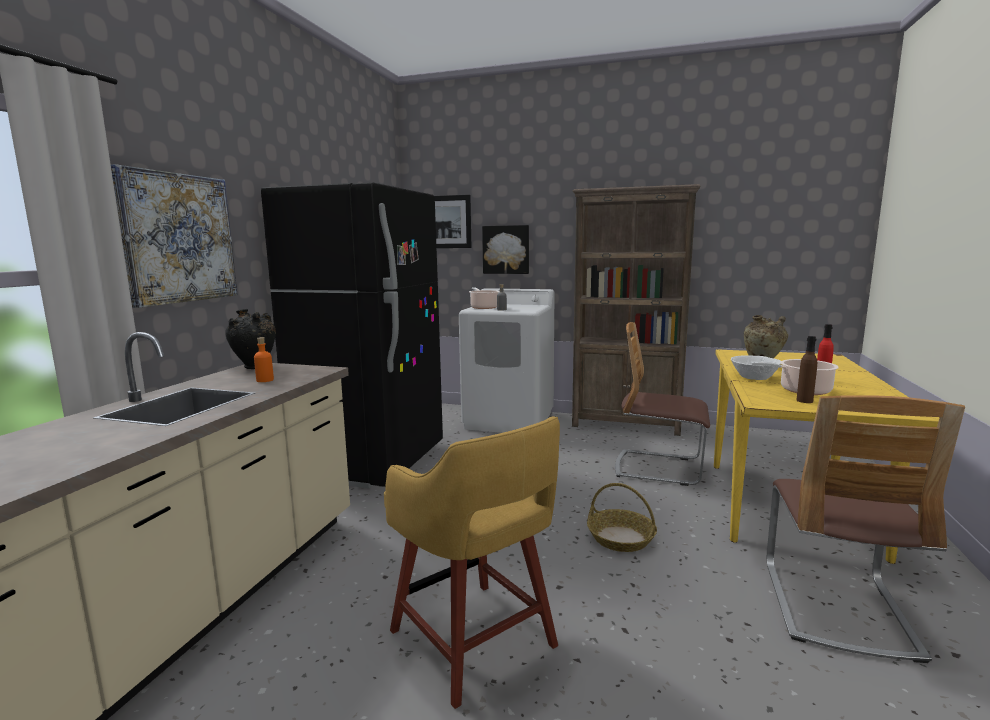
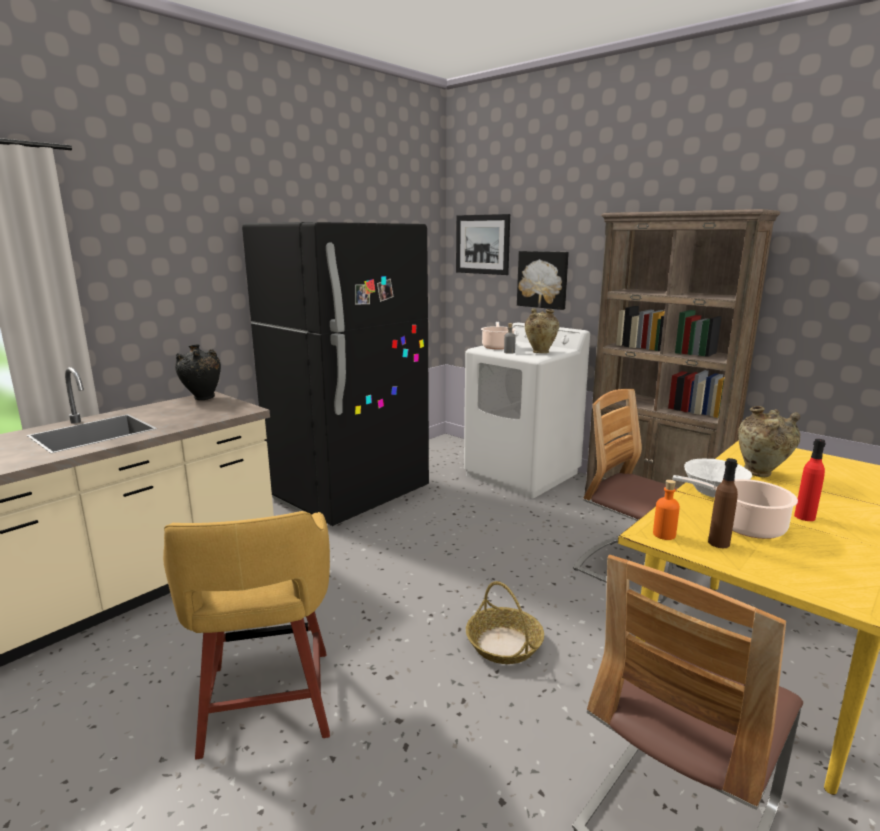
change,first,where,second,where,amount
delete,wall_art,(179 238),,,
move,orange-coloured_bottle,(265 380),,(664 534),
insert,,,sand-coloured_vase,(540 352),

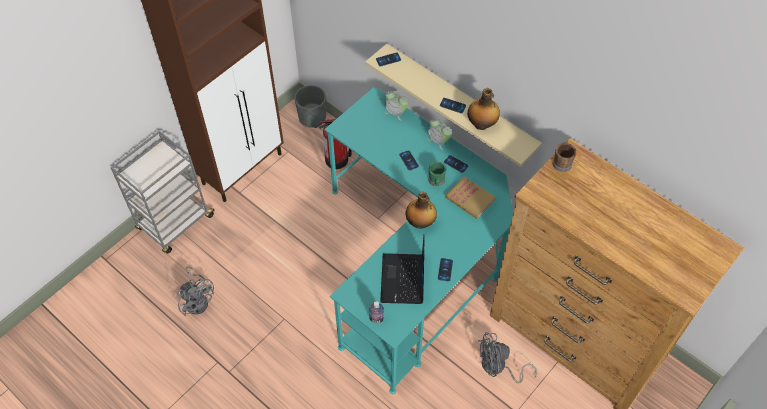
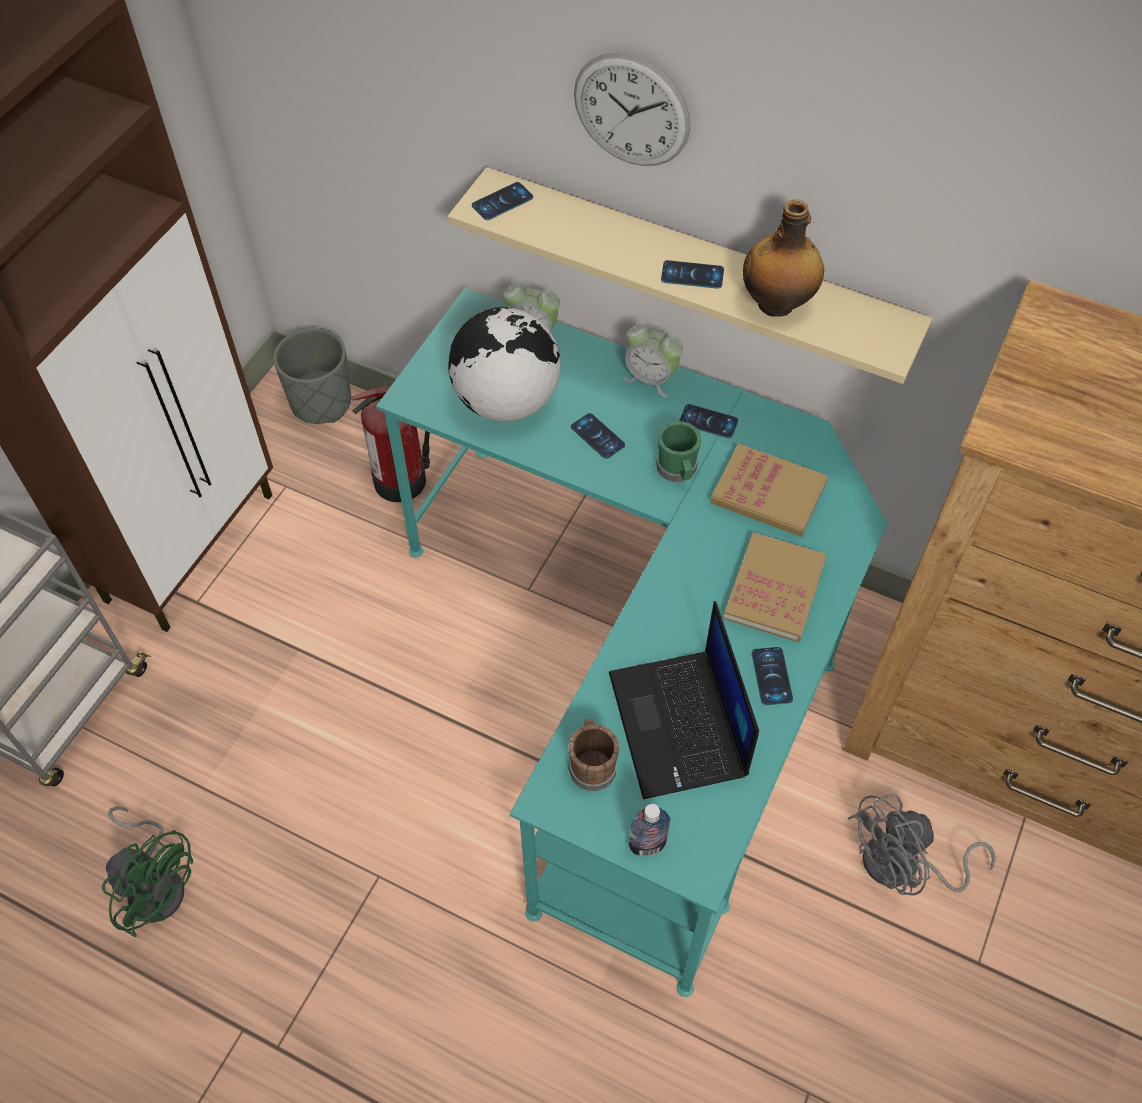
change,first,where,second,where,amount
move,brown_coffee_mug,(562 162),,(592 764),
delete,bottle,(420 223),,,
recolor,gray_cooling_fan,(198 300),green-coloured_cooling_fan,(157 883),
insert,,,wall_clock,(631 110),
insert,,,world_globe,(506 401),
insert,,,volume,(774 589),

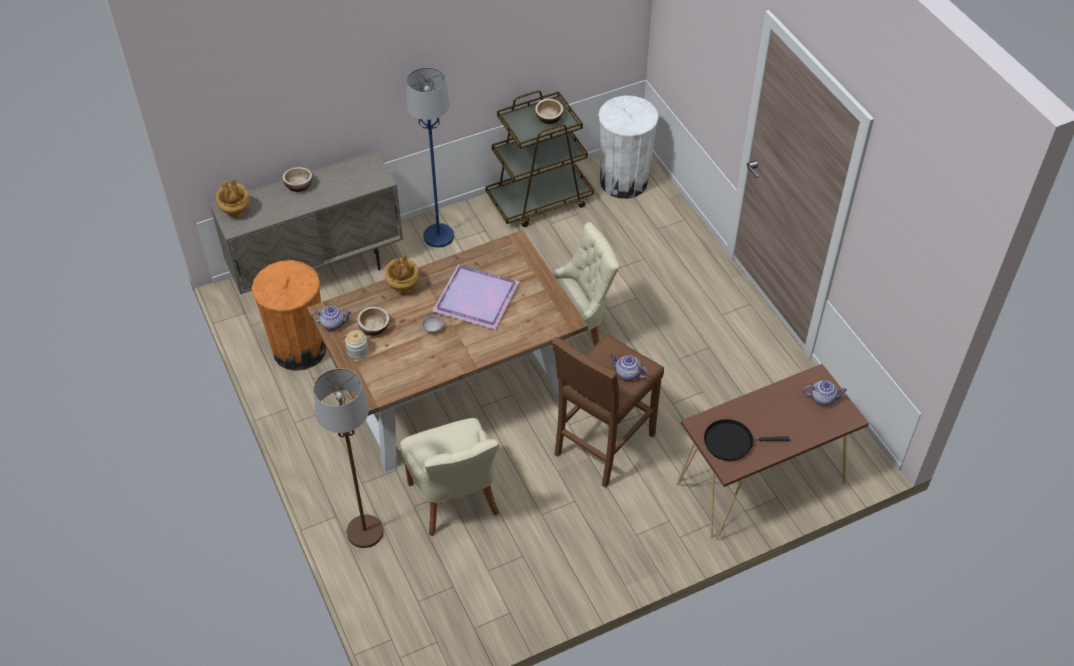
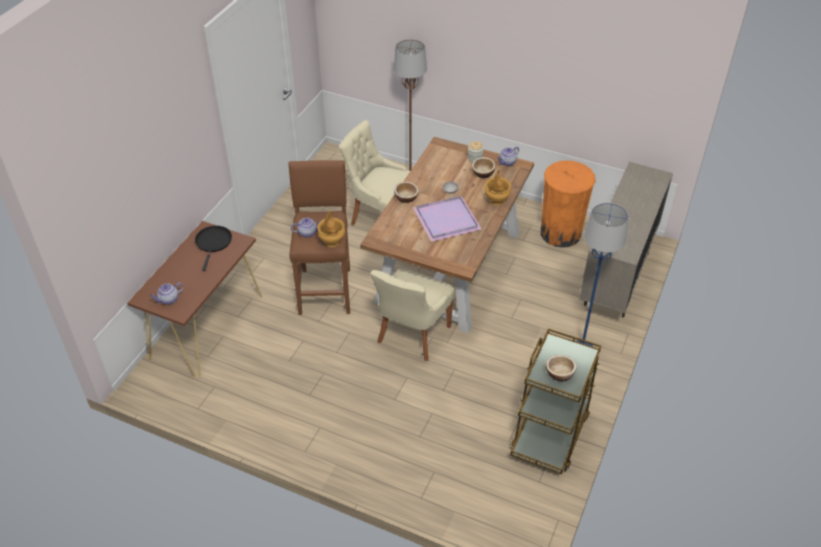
change,first,where,second,where,amount
delete,white-coloured_trash_can,(623 181),,,
move,deep_dish,(299 185),,(406 198),
move,brown_vase,(236 212),,(332 242),
rotate,black-coloured_frying_pan,(732 442),,(213 243),45 degrees counterclockwise

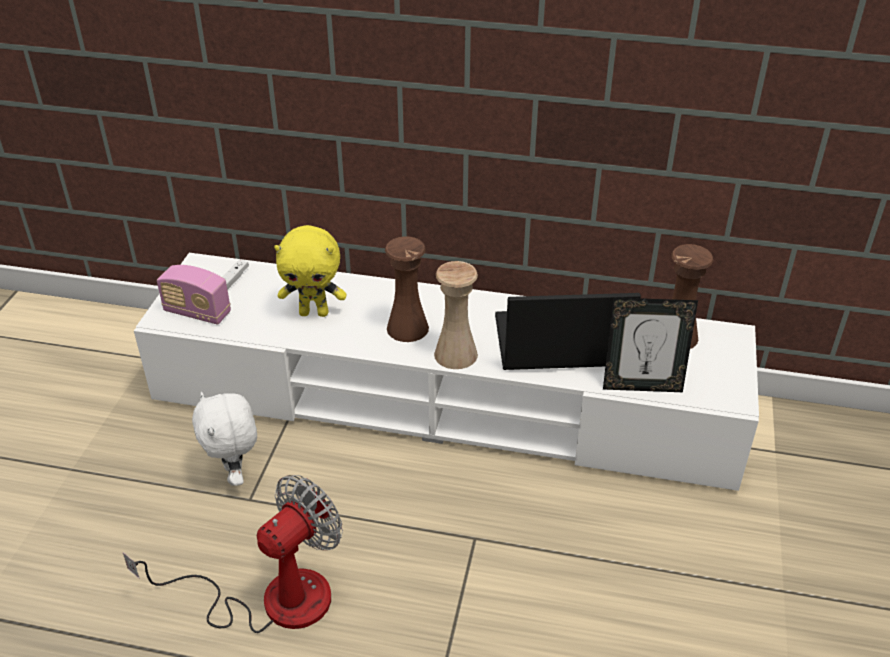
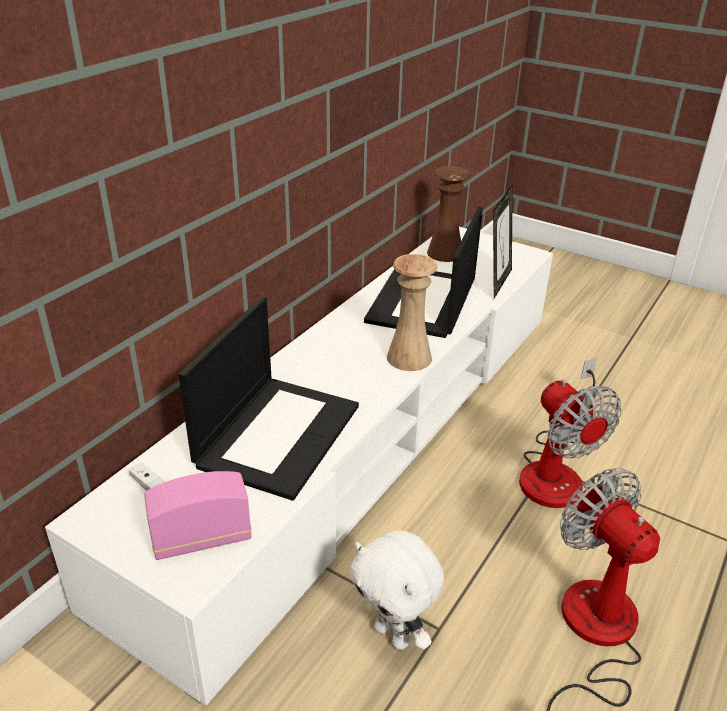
change,first,where,second,where,amount
replace,yellow_soft_toy,(314 312),notebook_computer,(278 434),
delete,brown_vase,(407 328),,,
rotate,radio,(197 312),,(202 538),150 degrees counterclockwise
rotate,white-coloured_soft_toy,(236 475),,(393 635),45 degrees clockwise
insert,,,cooling_fan,(557 470),

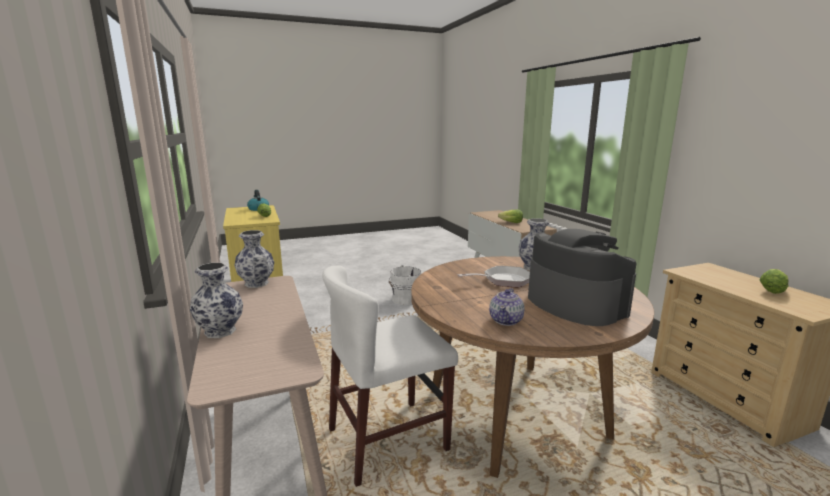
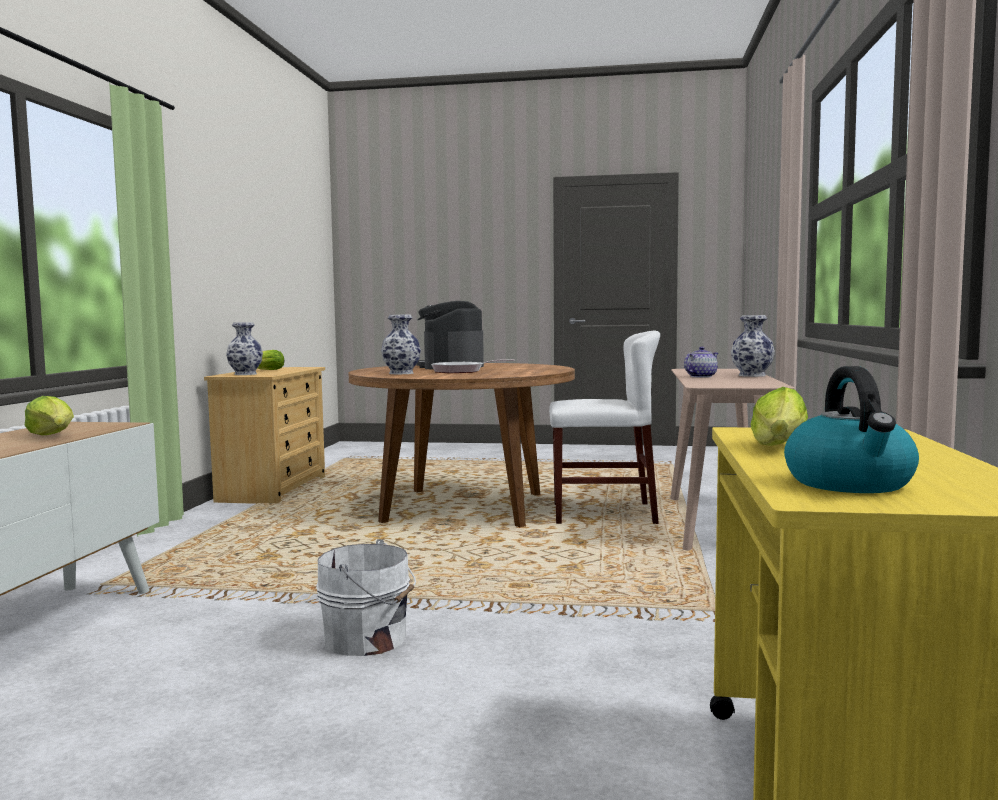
change,first,where,second,where,amount
move,vase,(257 283),,(245 374),
move,tea_pot,(506 320),,(700 376),

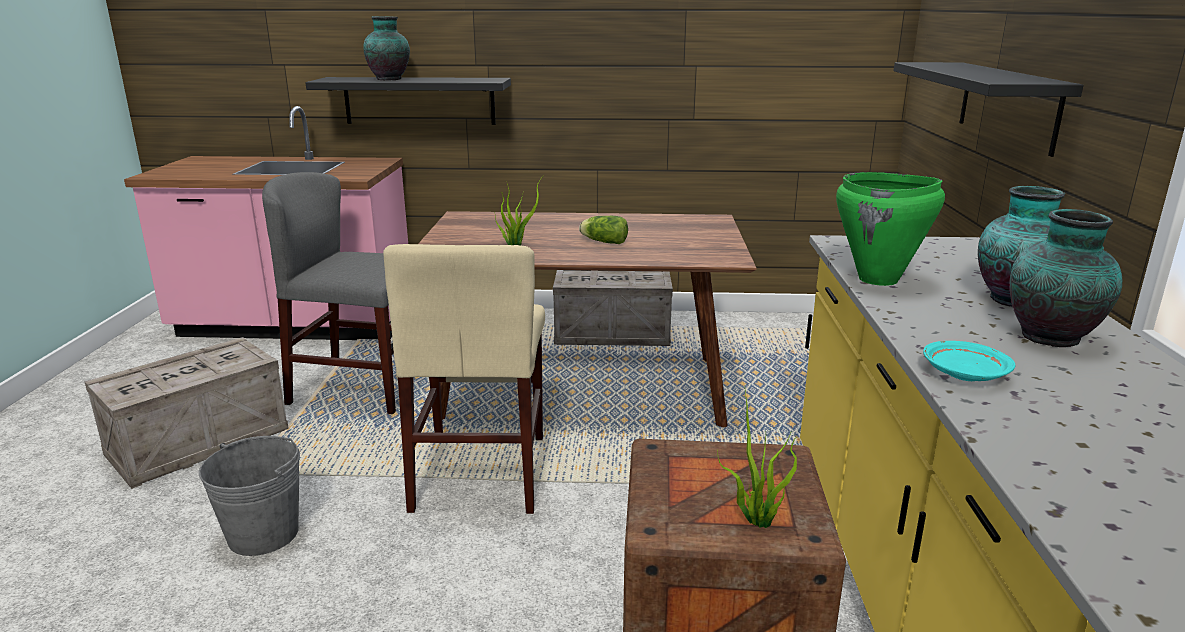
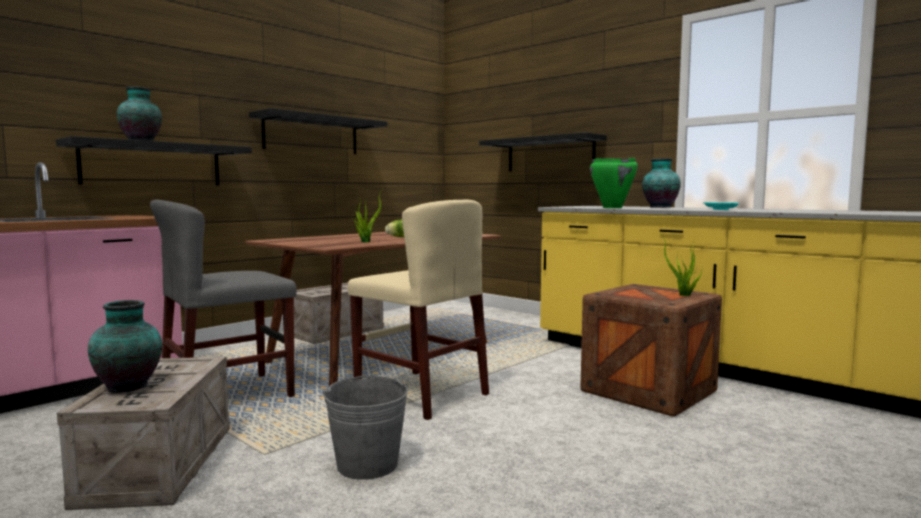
change,first,where,second,where,amount
move,vase,(1053 337),,(130 386),
insert,,,black-coloured_wall_shelf,(311 135),

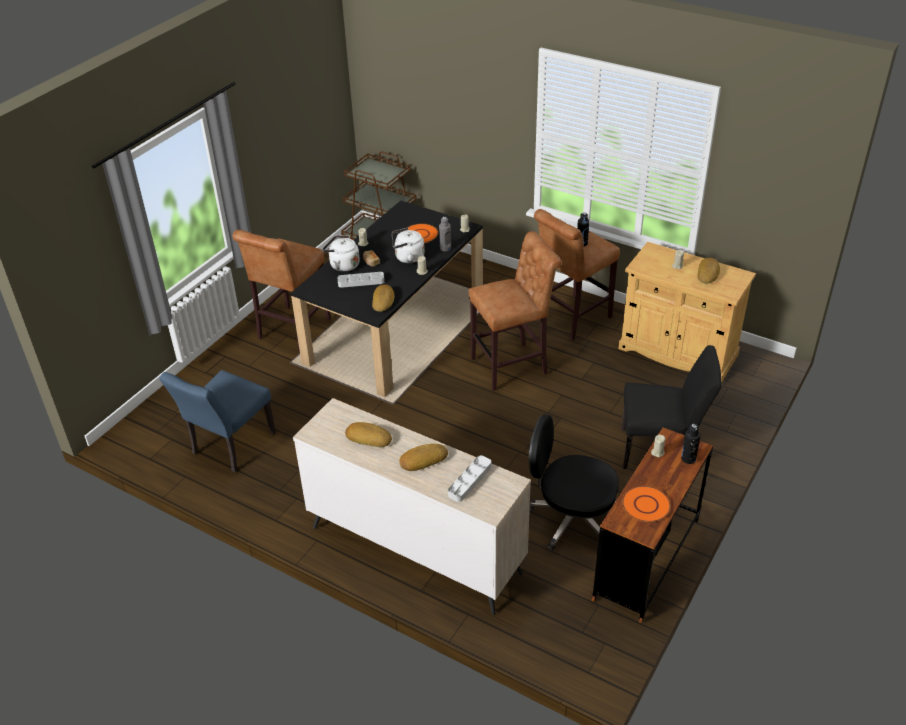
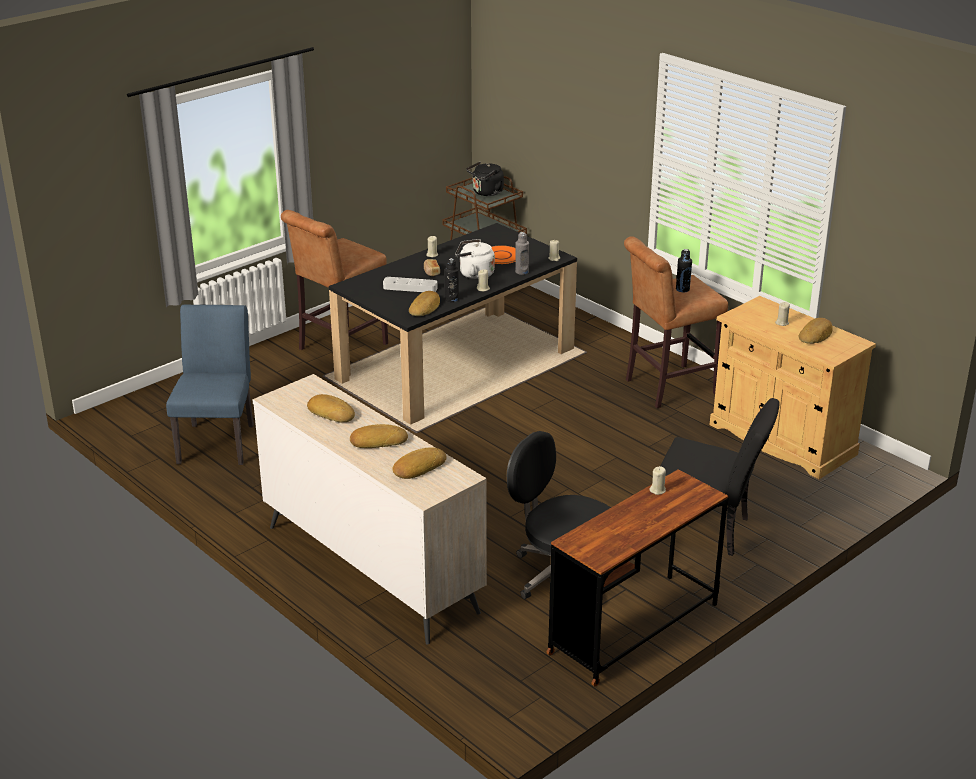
change,first,where,second,where,amount
delete,brown_stool_seat,(513 365),,,
delete,white-coloured_tea_kettle,(342 265),,,
rotate,bluish_chair,(229 447),,(218 440),135 degrees clockwise
move,black-coloured_bottle,(688 459),,(451 299),
replace,gray_carrying_tray,(470 481),baked_bread,(418 467),
delete,orange-coloured_flat_dish,(646 505),,,
insert,,,black-coloured_tea_kettle,(486 193),

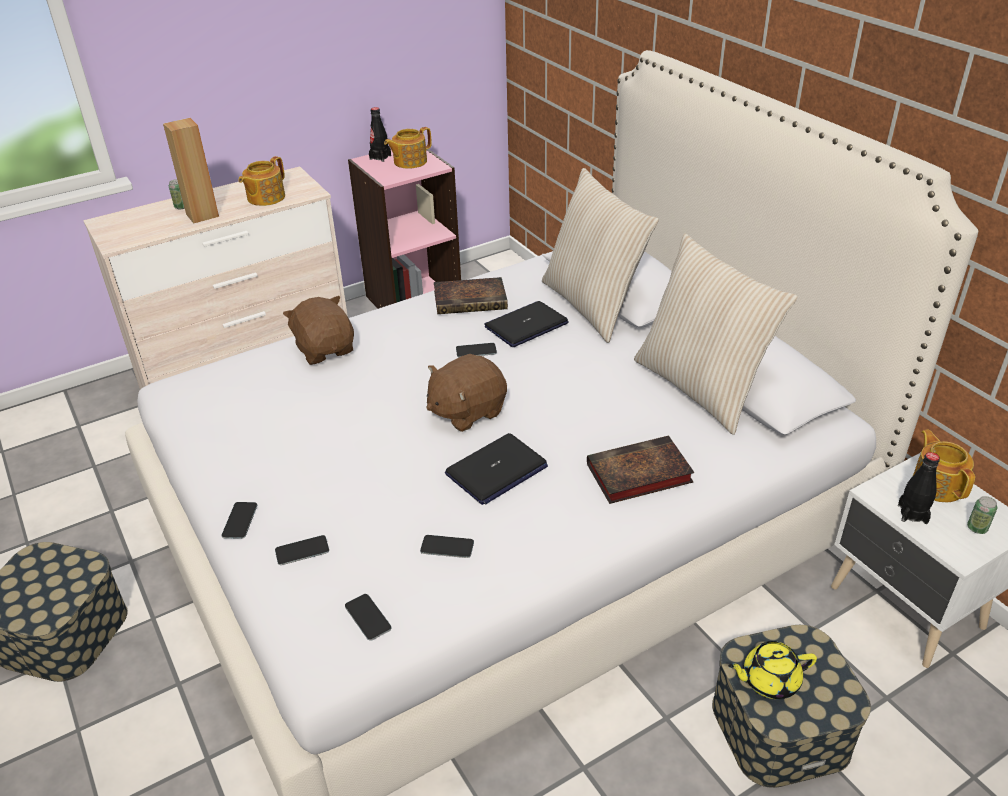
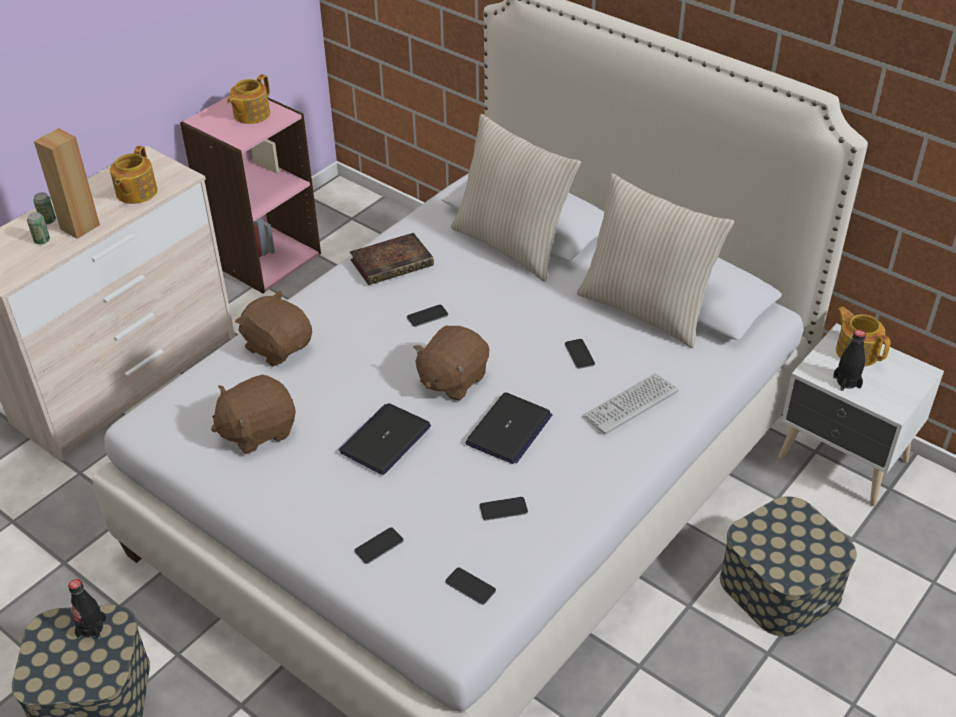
change,first,where,second,where,amount
move,black-coloured_bottle,(380 157),,(92 628),
move,notebook_computer,(526 325),,(385 439),
replace,volume,(637 475),PC_keyboard,(630 404),
move,metal_can,(977 528),,(42 240),
move,handset,(240 520),,(579 354),
delete,yellow_tea_pot,(769 680),,,
insert,,,brown_soft_toy,(257 430),

